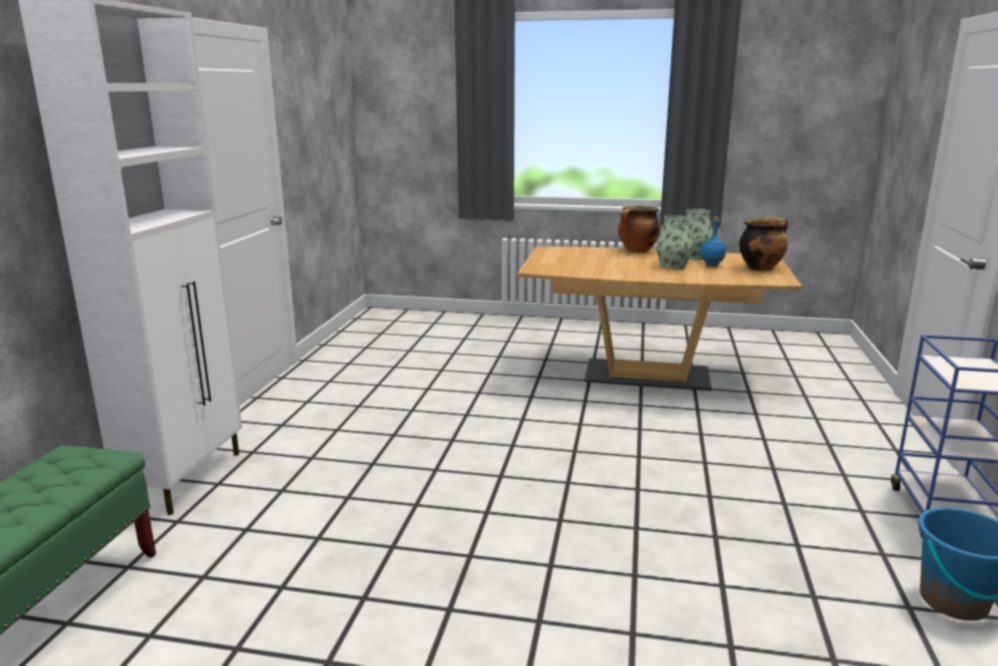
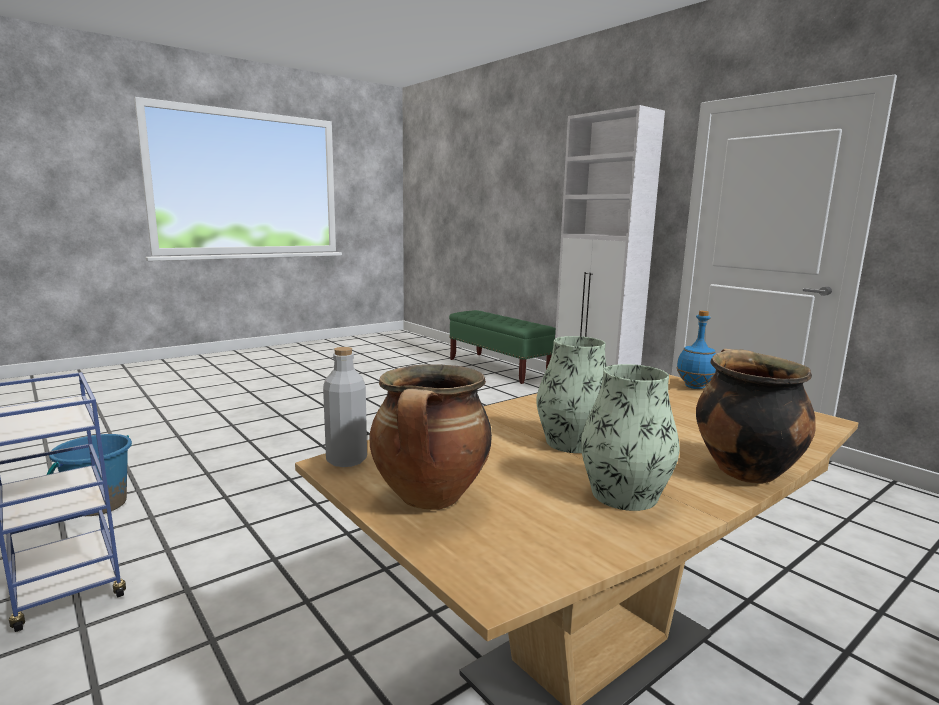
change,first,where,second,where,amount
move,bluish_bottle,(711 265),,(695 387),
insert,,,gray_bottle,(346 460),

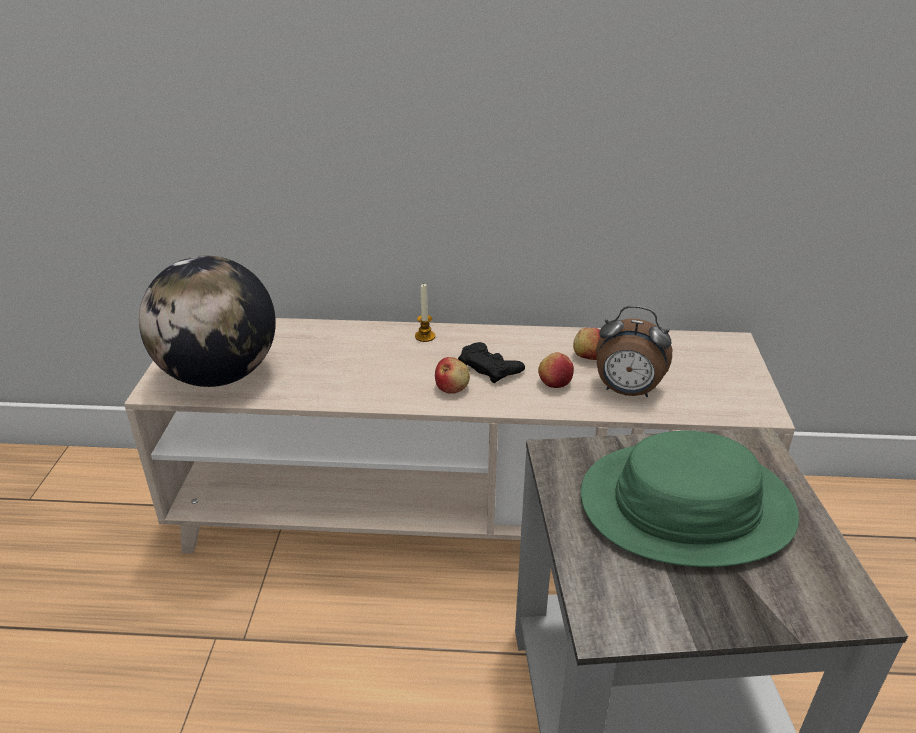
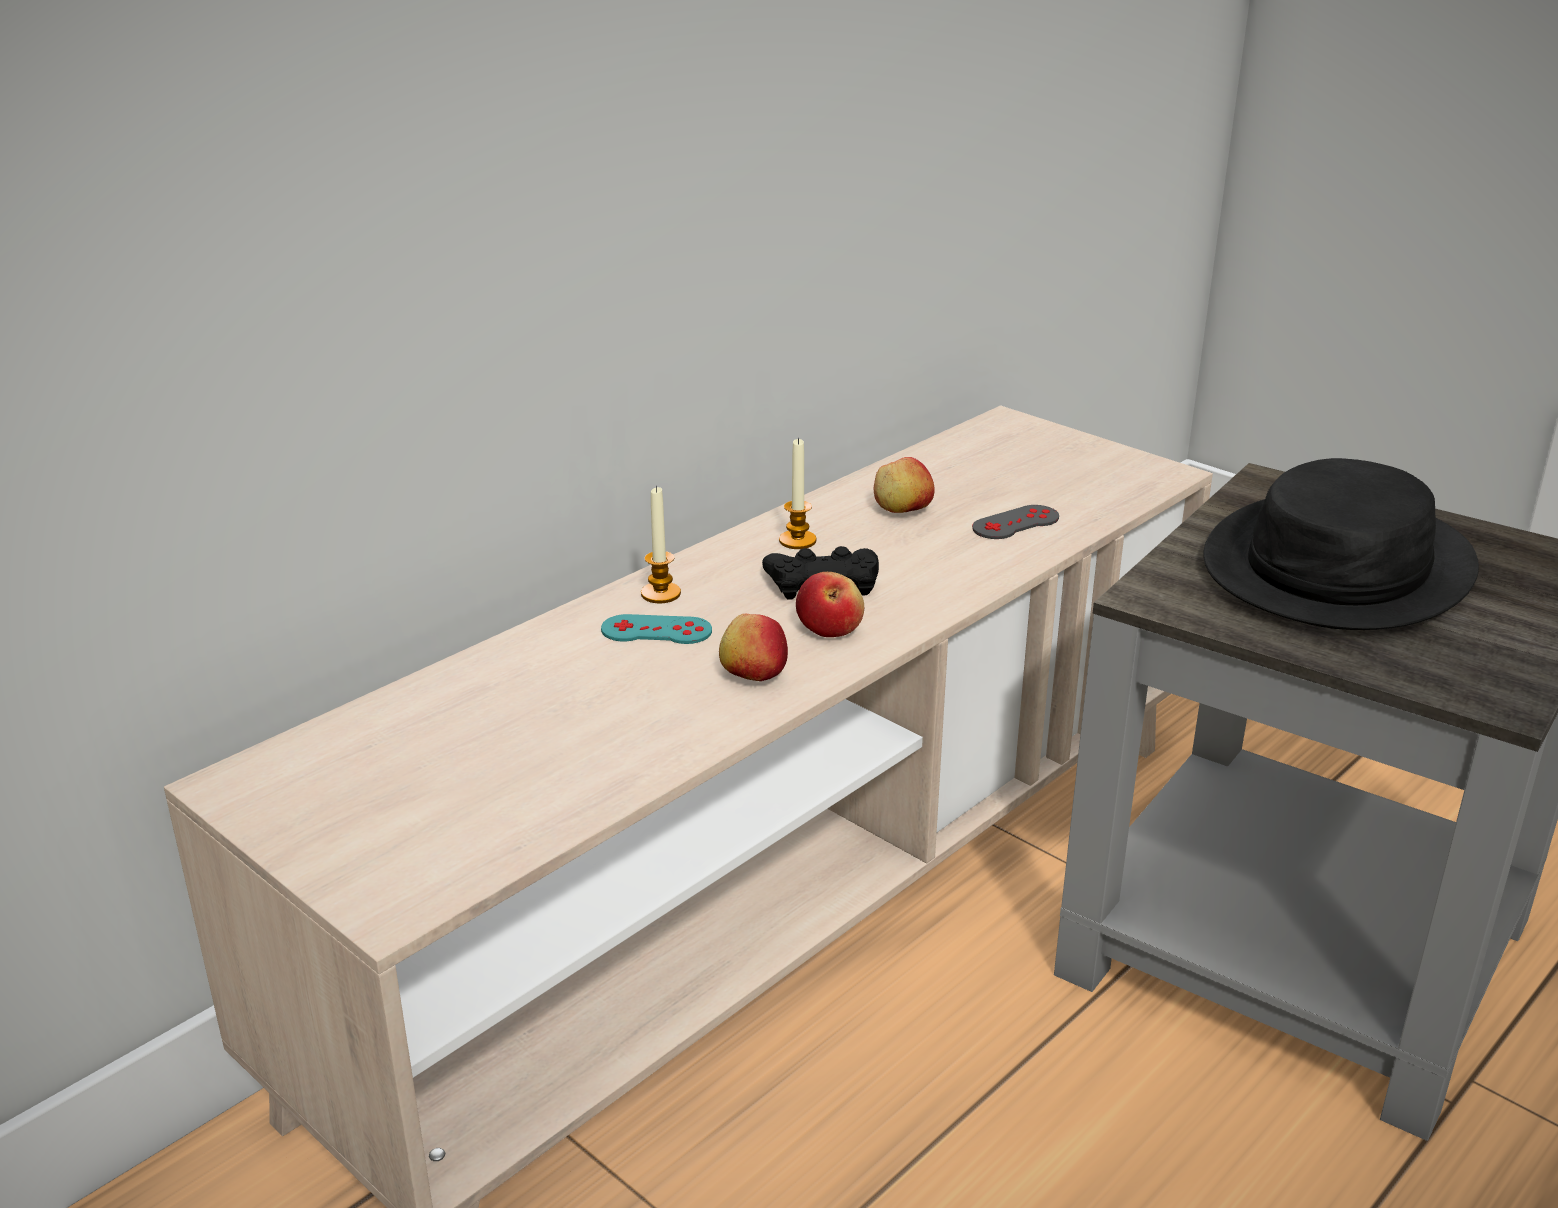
change,first,where,second,where,amount
delete,world_globe,(219 375),,,
replace,alarm_clock,(627 391),gray_game_controller,(1015 523),
move,whole_apple,(554 383),,(753 674),
recolor,green-coloured_clothing_hat,(686 506),black-coloured_clothing_hat,(1339 566),
insert,,,candle,(797 541),
insert,,,blue-green_game_controller,(656 630),

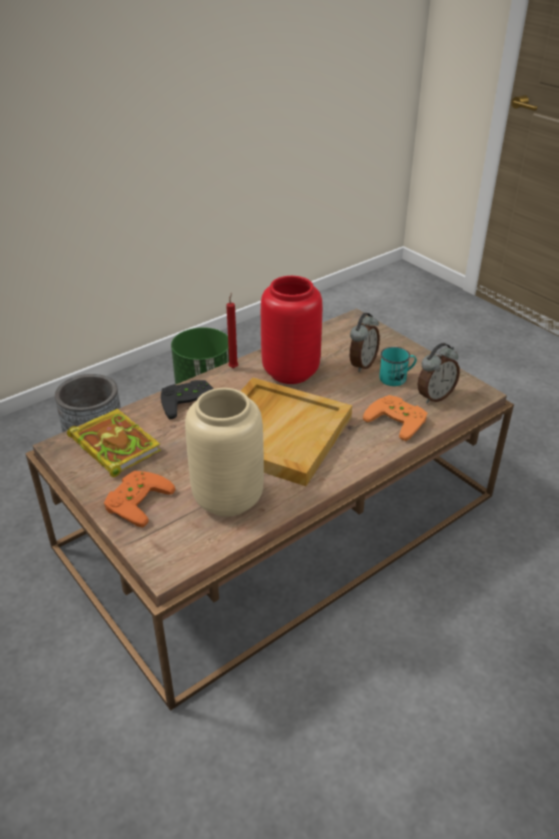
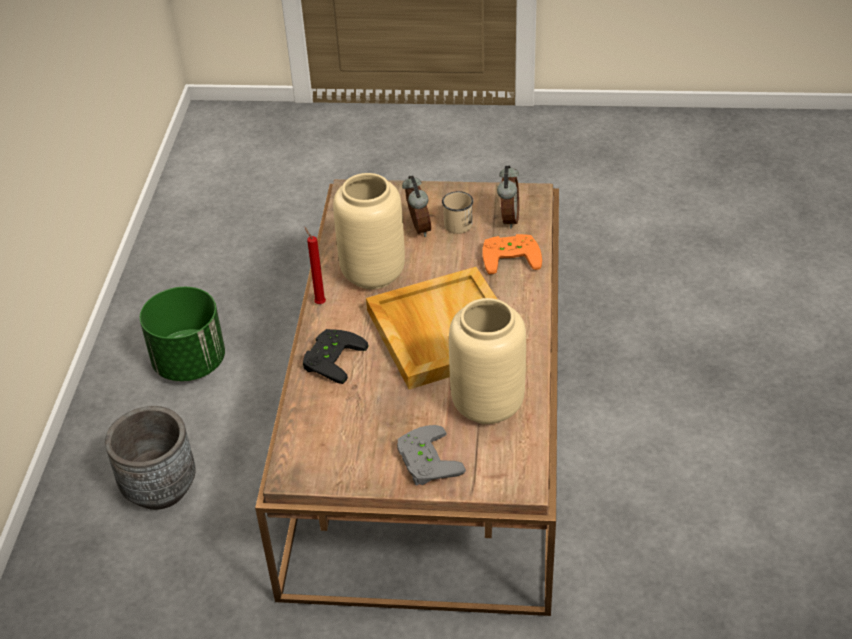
change,first,where,second,where,amount
recolor,reddish_vase,(289 372),sand-coloured_vase,(372 274),
recolor,blue-green_coffee_mug,(396 378),sand-coloured_coffee_mug,(460 222),
delete,volume,(113 445),,,
recolor,orange-coloured_game_controller,(135 500),gray_game_controller,(424 461),

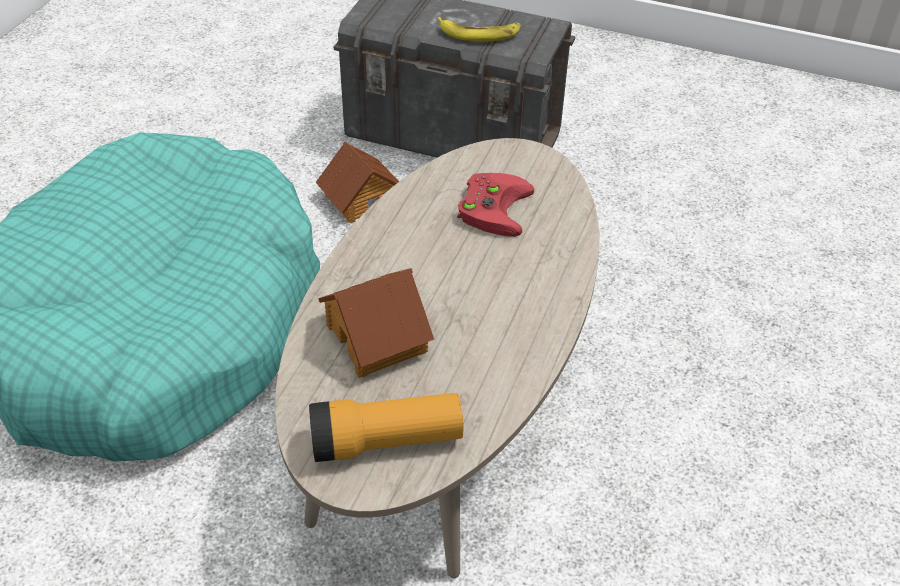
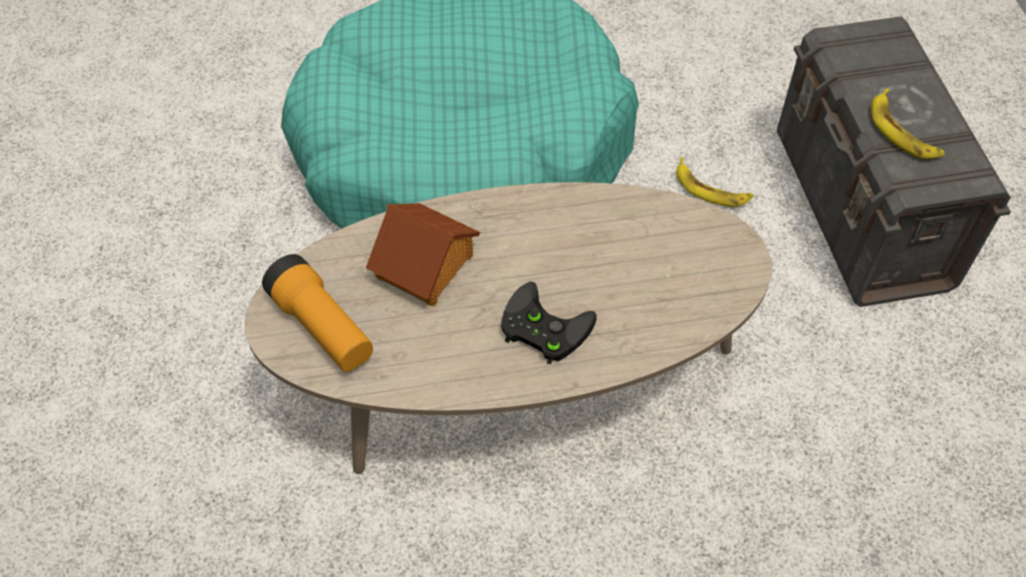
change,first,where,second,where,amount
replace,model_house,(361 198),whole_banana,(711 189),
delete,reddish_game_controller,(492 206),,,
insert,,,black-coloured_game_controller,(541 328),

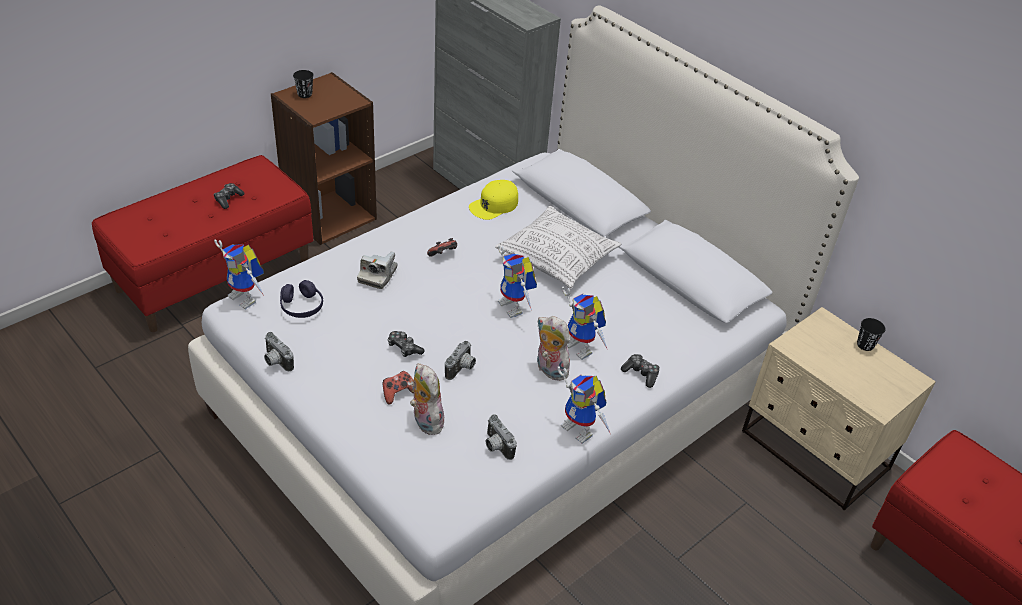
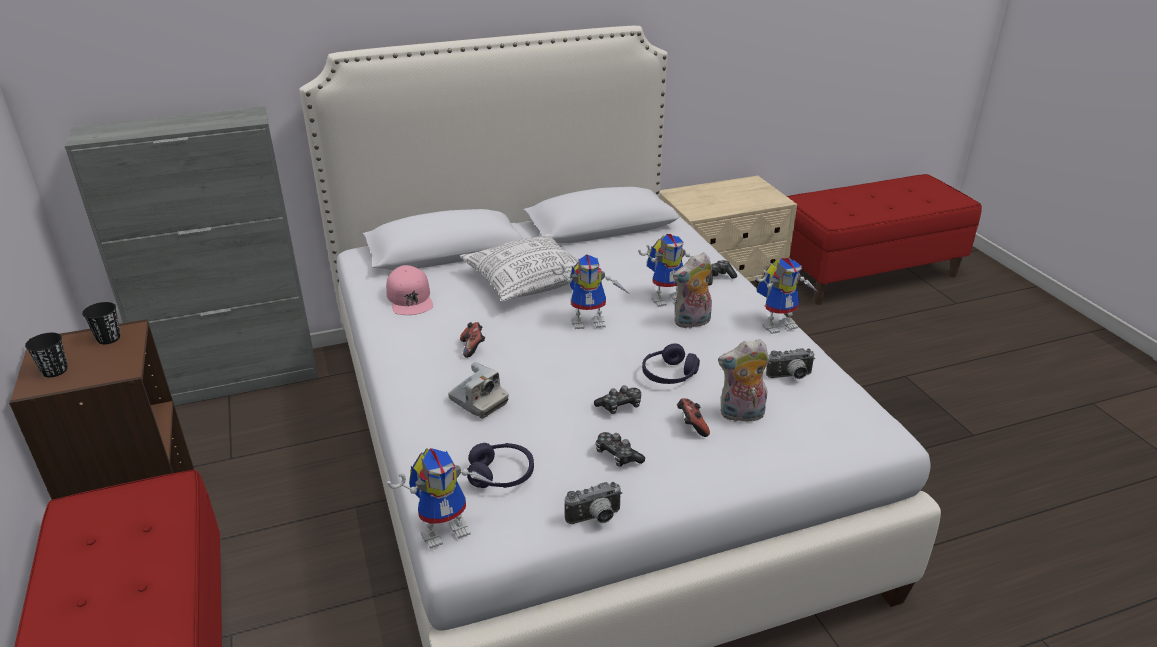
change,first,where,second,where,amount
recolor,yellow_baseball_cap,(494 205),pinkish_baseball_cap,(410 298),
move,game_controller,(228 199),,(617 455),
move,black-coloured_drinking_cup,(865 345),,(109 338),
replace,photo_camera,(462 369),purple_headphones,(669 374),

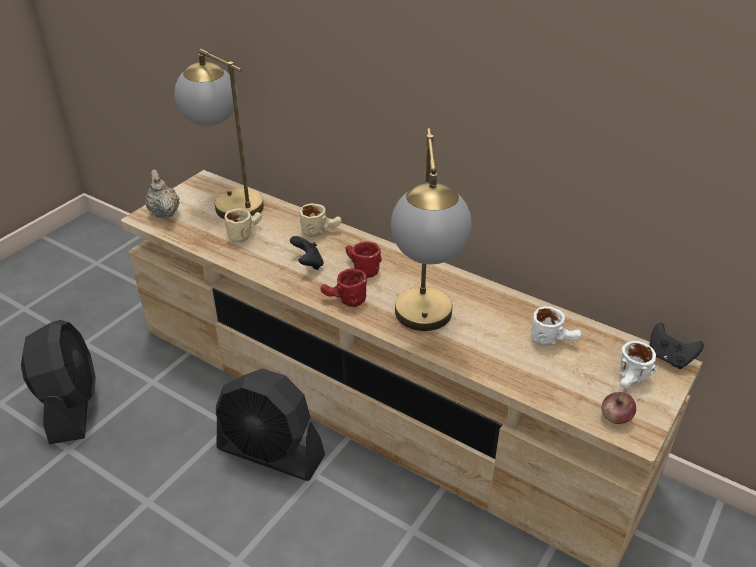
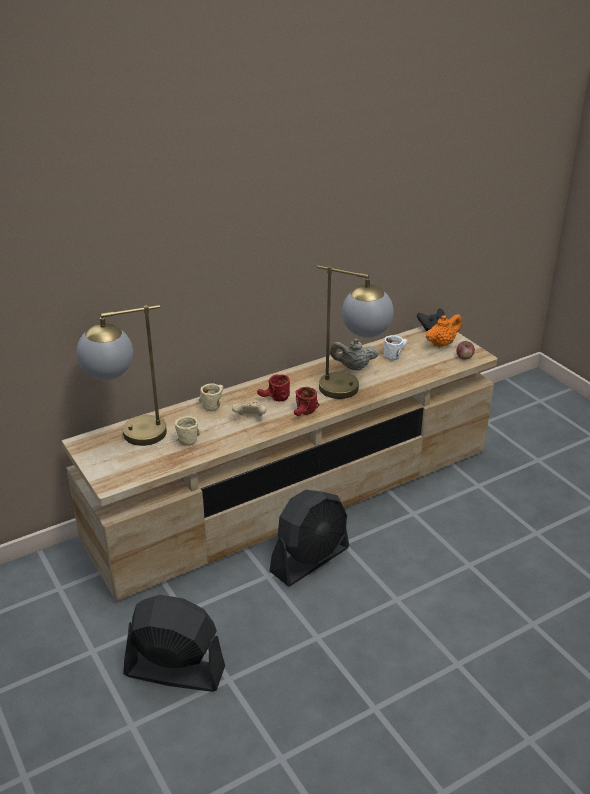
change,first,where,second,where,amount
move,sand-coloured_tea_pot,(164 212),,(353 367),
recolor,black-coloured_game_controller,(308 264),sand-coloured_game_controller,(250 418),
replace,white-coloured_coffee_mug,(631 382),orange-coloured_tea_pot,(442 344),

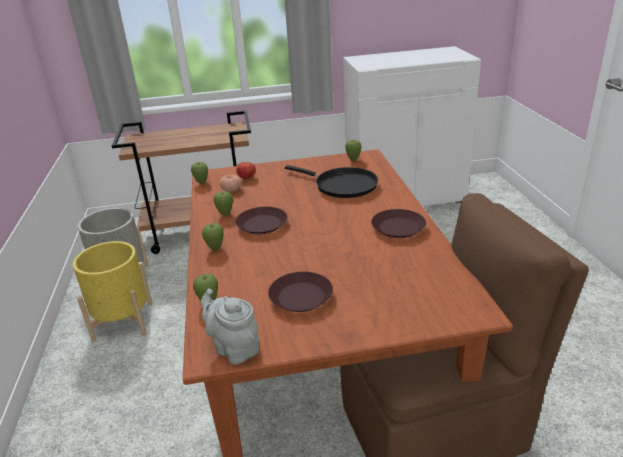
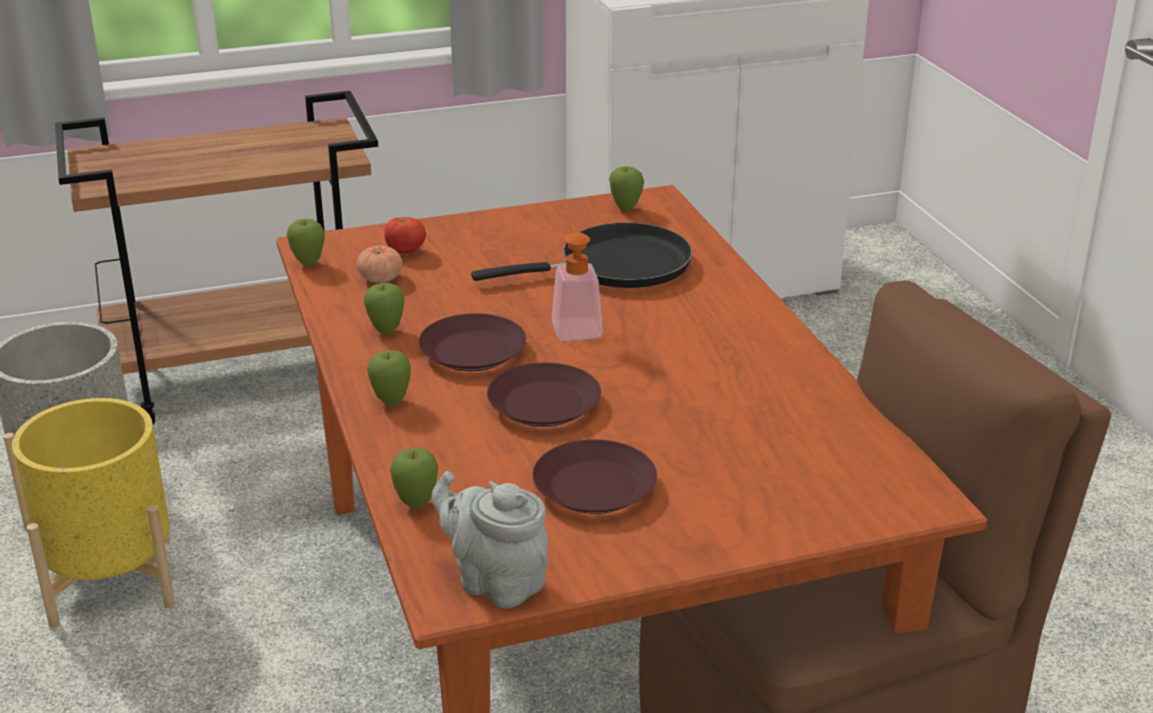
change,first,where,second,where,amount
rotate,black-coloured_frying_pan,(342 185),,(616 266),45 degrees counterclockwise
move,brown_flat_dish,(398 228),,(544 405),
insert,,,soap_bottle,(575 325),

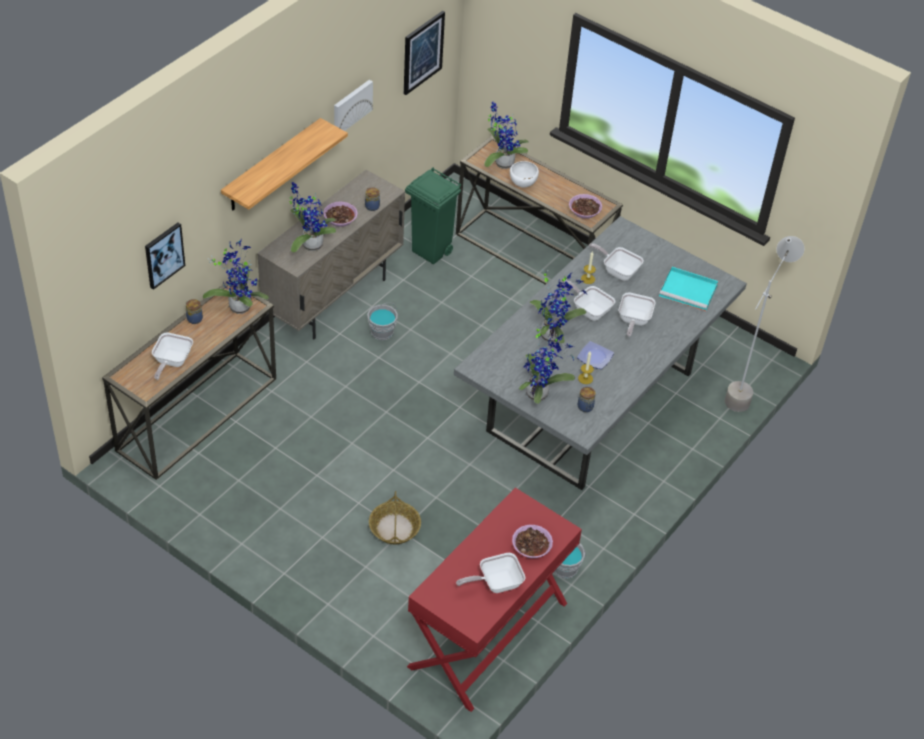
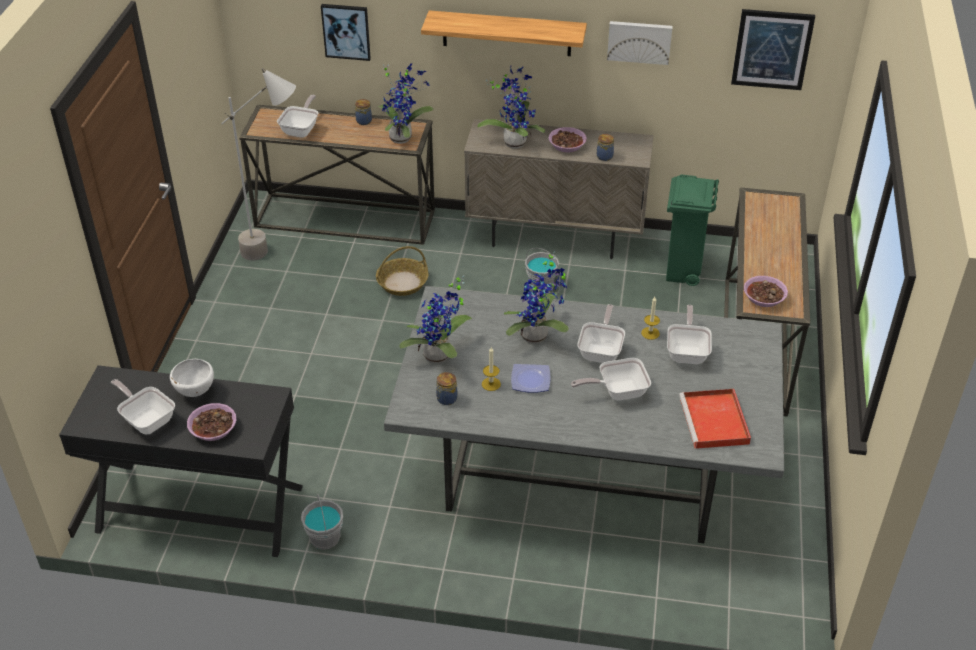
change,first,where,second,where,amount
delete,plant_in_a_pot,(502 162),,,
move,white-coloured_deep_dish,(522 185),,(195 392),
move,gray_standard_lamp,(745 388),,(277 252),
recolor,blue-green_carrying_tray,(689 291),reddish_carrying_tray,(715 422),
rotate,frying_pan,(171 362),,(301 129),120 degrees clockwise
recolor,reddish_desk_table,(489 635),black-coloured_desk_table,(199 510),
move,storage_basket,(394 528),,(402 282),

